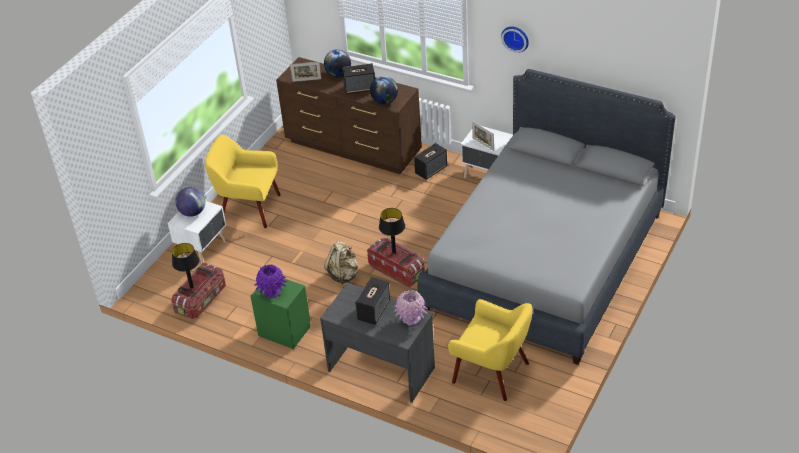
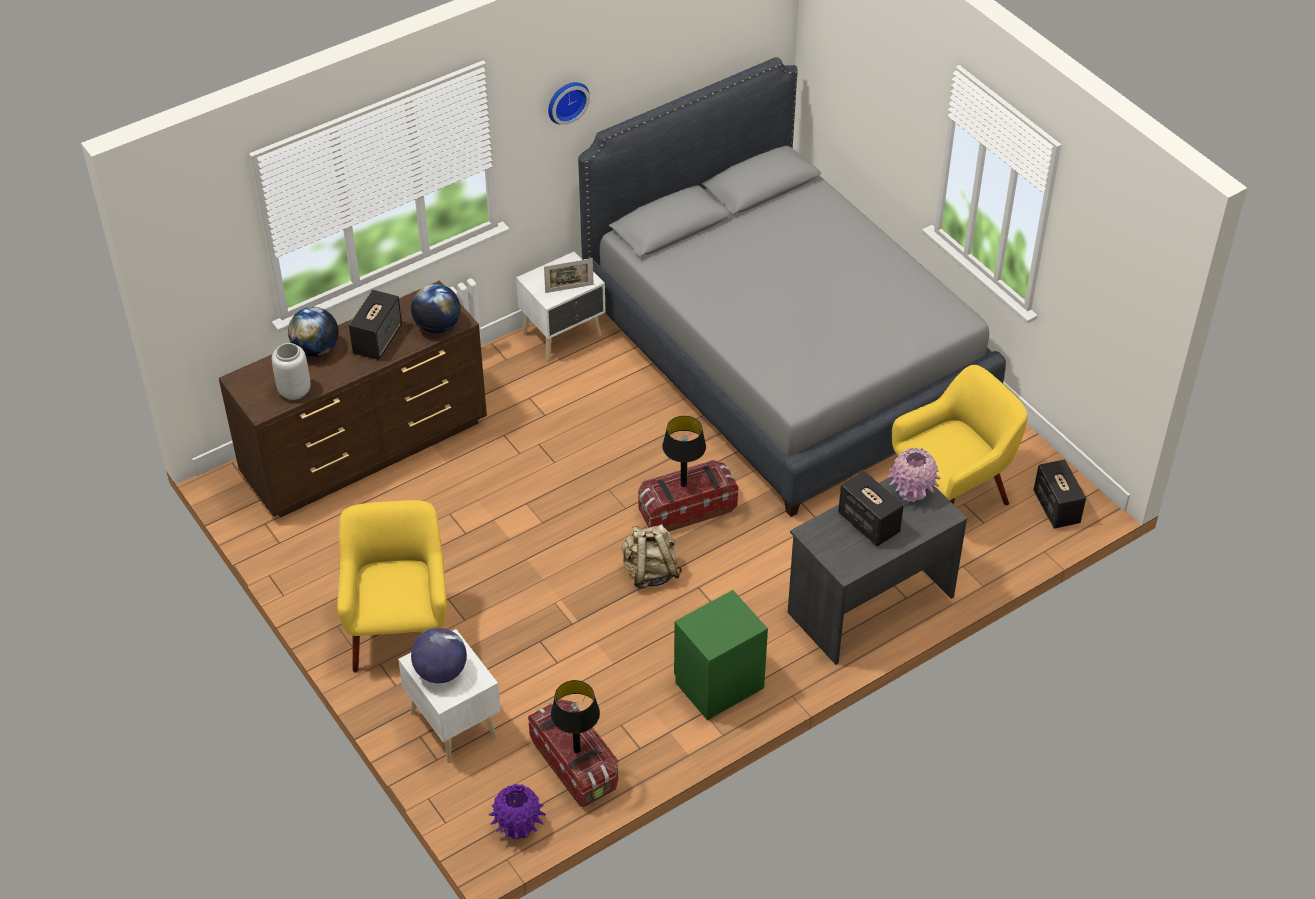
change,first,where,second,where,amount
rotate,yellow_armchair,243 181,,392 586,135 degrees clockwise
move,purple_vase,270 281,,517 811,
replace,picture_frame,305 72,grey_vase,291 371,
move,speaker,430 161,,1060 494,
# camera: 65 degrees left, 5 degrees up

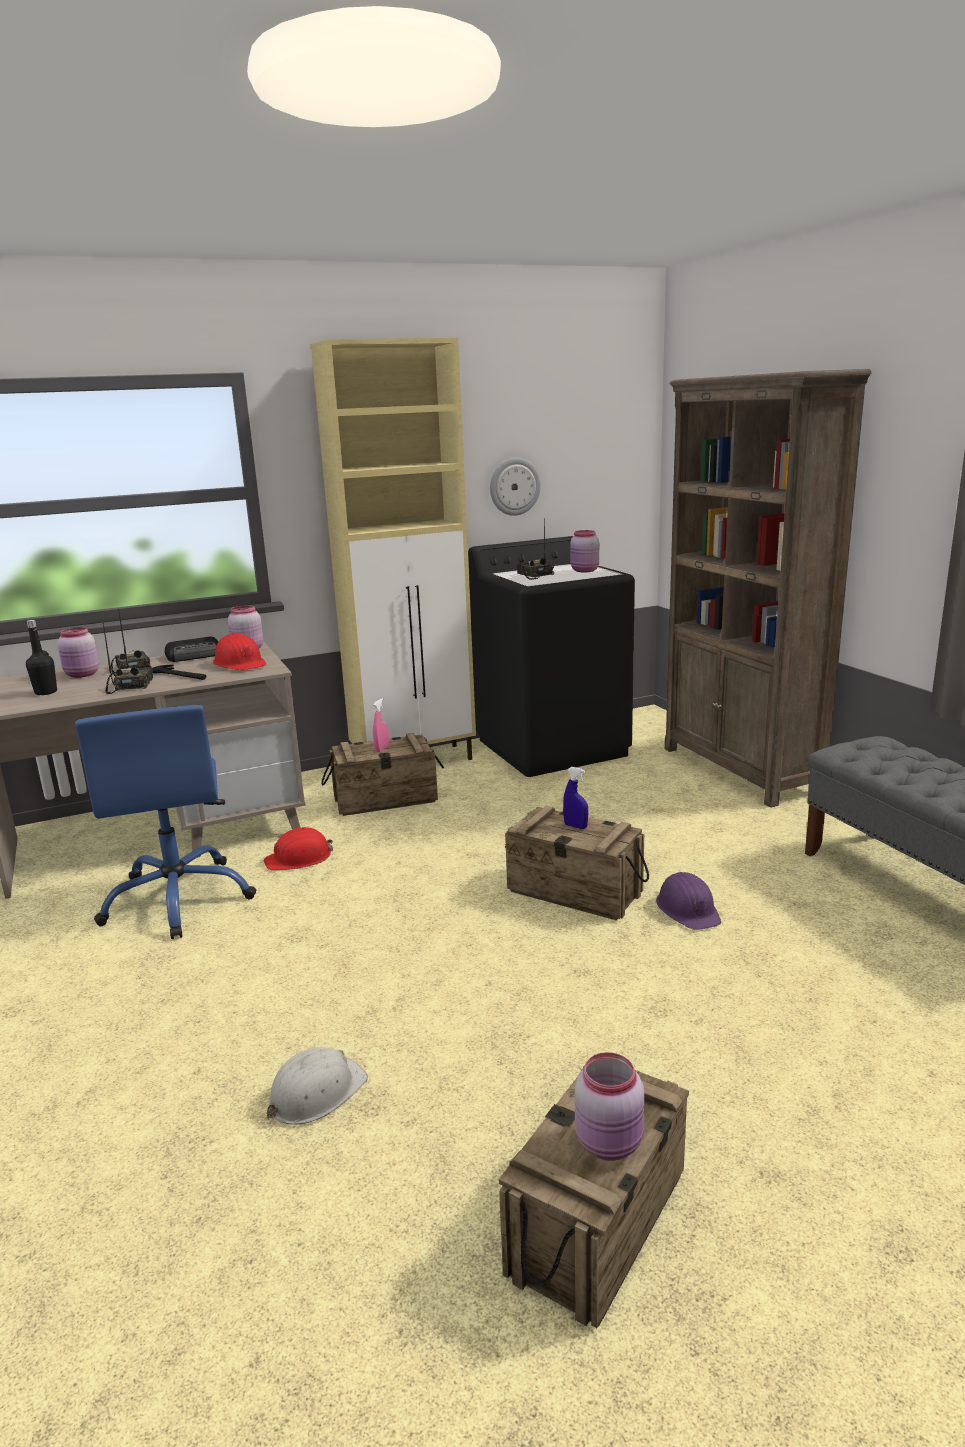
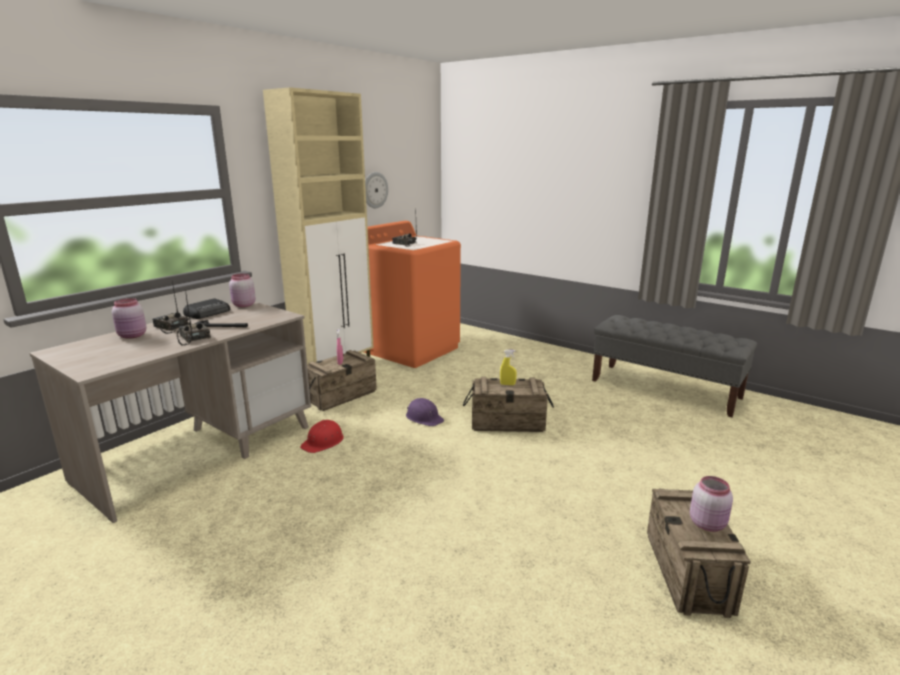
change,first,where,second,where,amount
delete,black_bottle,41 657,,,
delete,blue_office_chair,165 822,,,
delete,red_hard_hat,240 651,,,
delete,white_hard_hat,317 1085,,,
recolor,black_washing_machine,551 656,orange_washing_machine,412 294,
recolor,blue_spray_bottle,575 798,yellow_spray_bottle,508 367,
delete,pink_jar,585 551,,,
move,purple_hard_hat,688 901,,425 412,
delete,brown_bookcase,768 588,,,
# camera: 30 degrees left, 0 degrees up

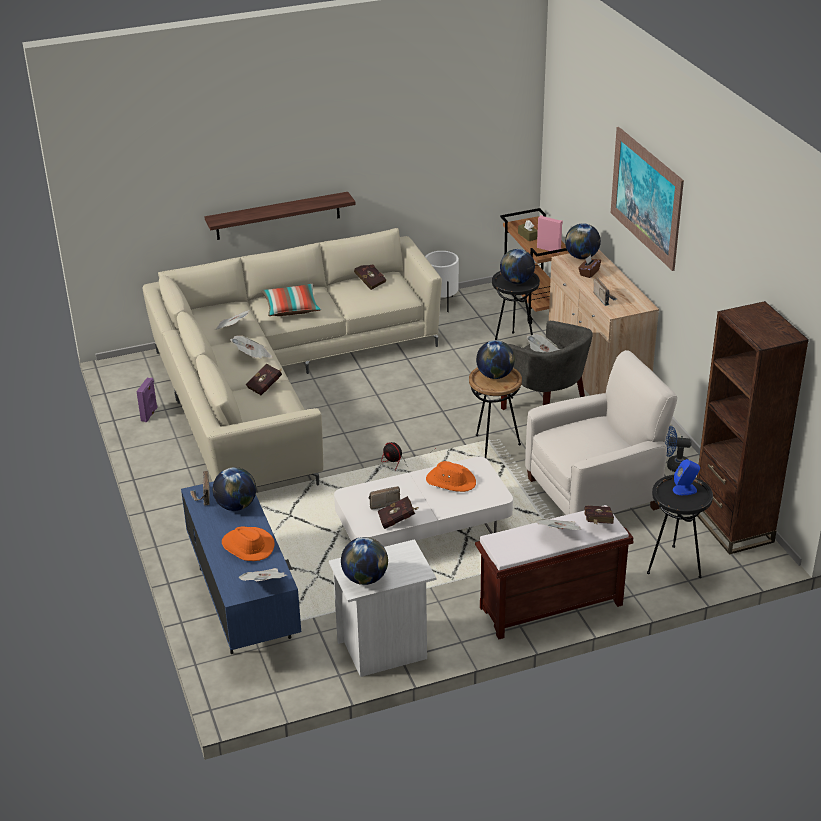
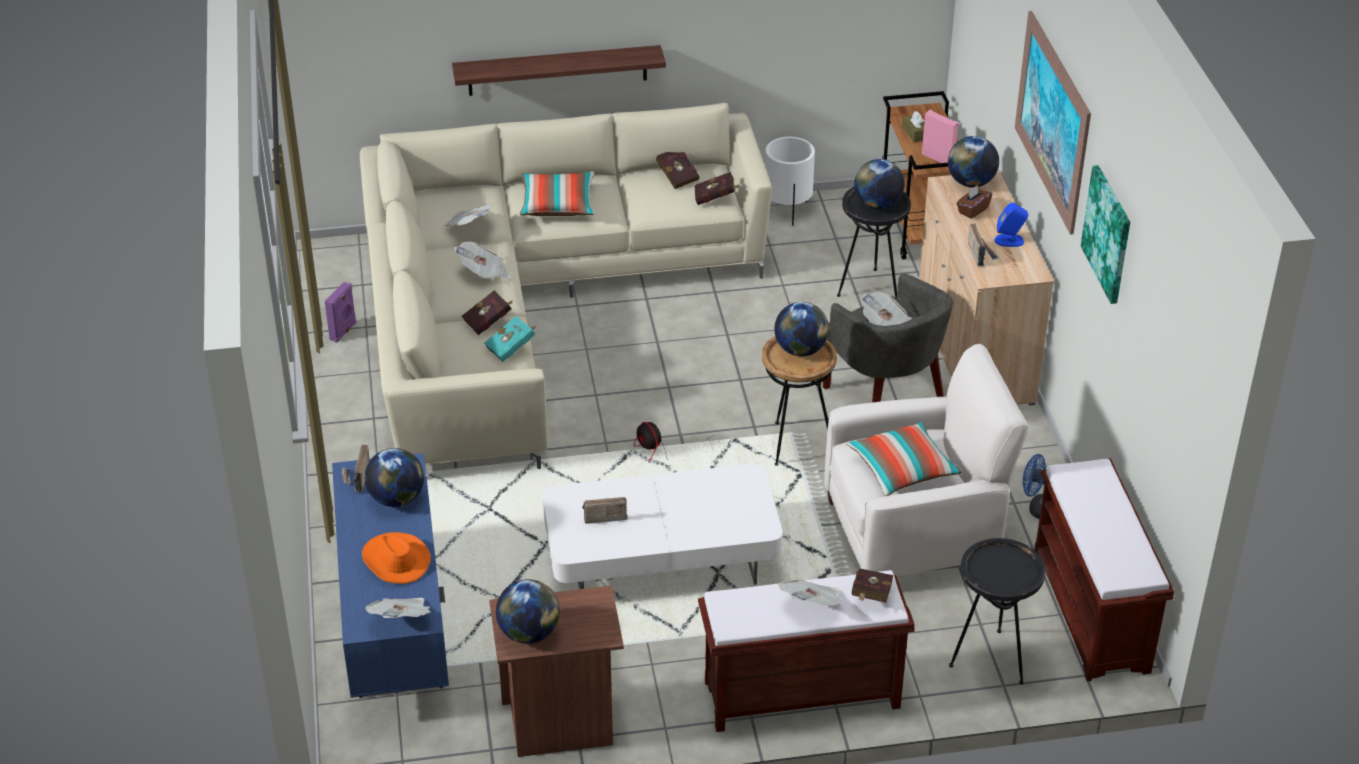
change,first,where,second,where,amount
recolor,white_nightstand,382 608,brown_nightstand,556 671,
move,red_book,398 512,,717 188,
delete,orange_hat,451 476,,,
move,blue_speaker,686 477,,1011 225,
replace,brown_bookcase,753 428,brown_bench,1104 570,
insert,,,turquoise_book,510 339,
insert,,,pillow,905 459,
insert,,,picture,1105 234,
# camera: 10 degrees right, 5 degrees up

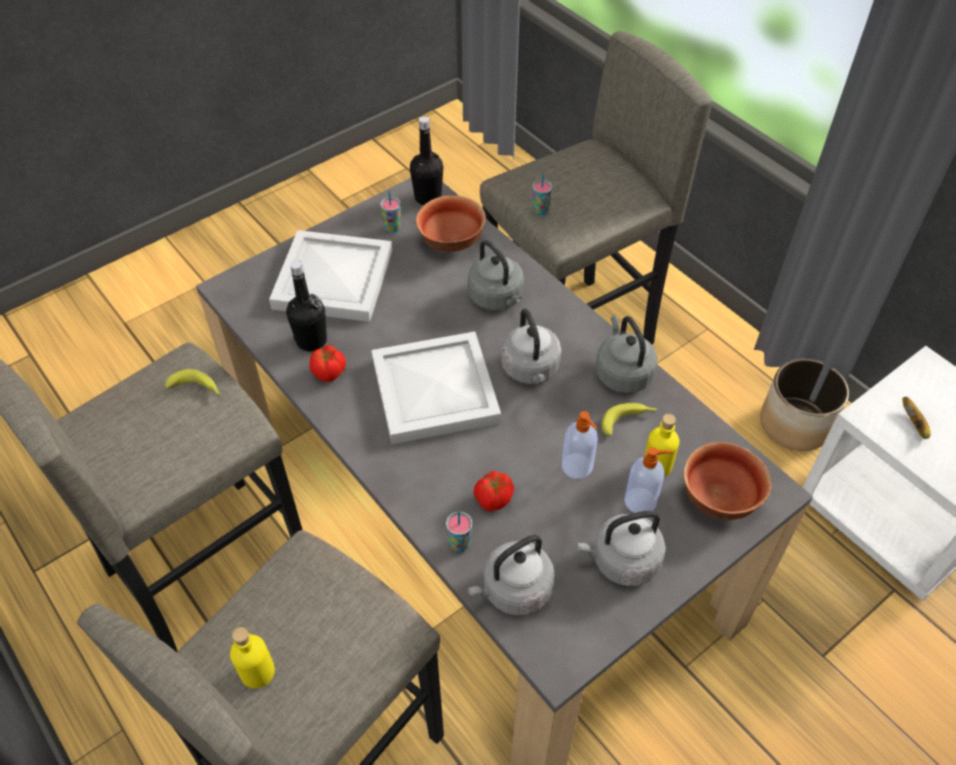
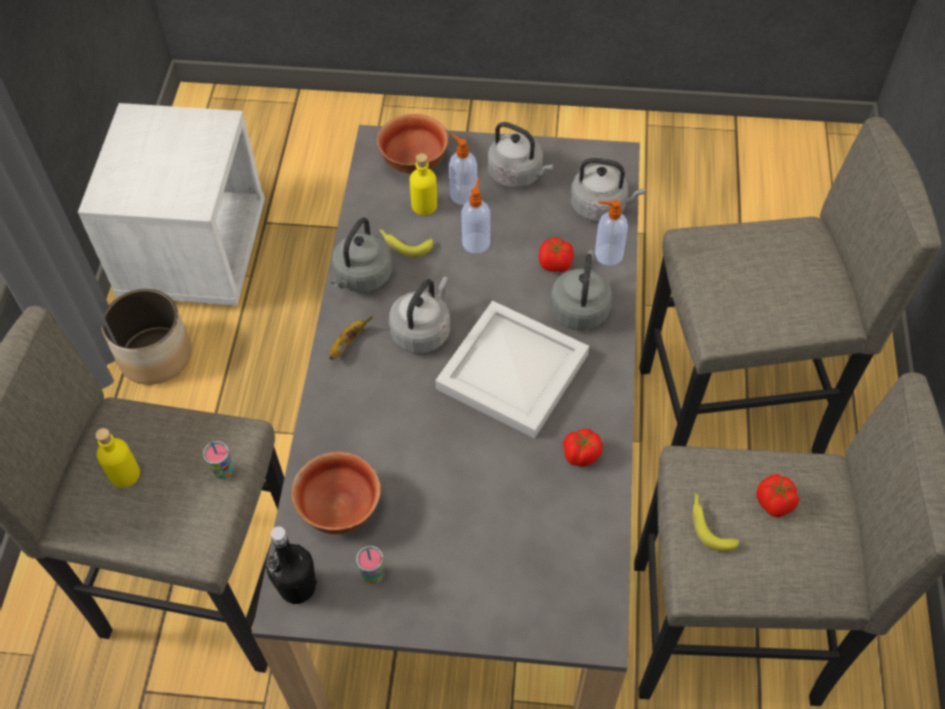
change,first,where,second,where,amount
move,yellow_bottle,252 658,,117 458,
delete,white_tray,330 276,,,
delete,black_bottle,306 306,,,
replace,cup,459 531,soap_dispenser,611 233,
move,grey_kettle,496 275,,581 290,
move,banana,917 418,,351 338,
insert,,,tomato,777 495,
# camera: 135 degrees left, 5 degrees up

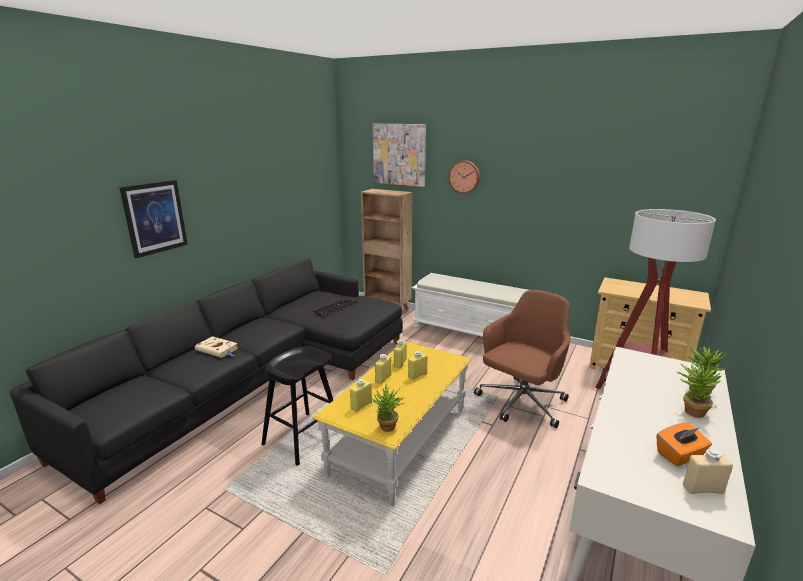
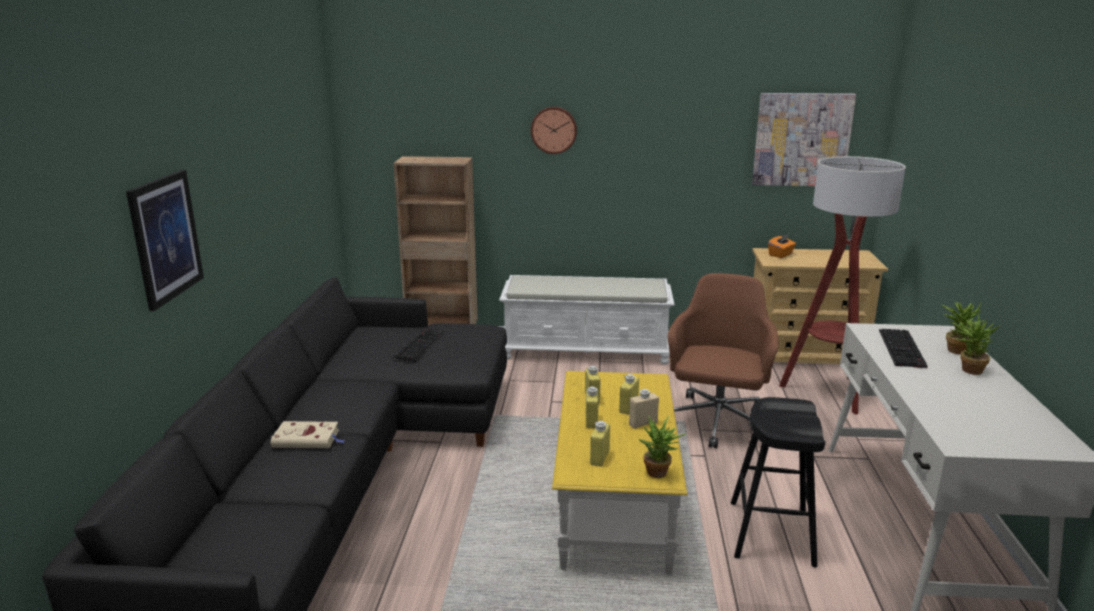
change,first,where,second,where,amount
move,black_stool,297 405,,778 482,
move,picture,399 155,,804 139,
move,orange_tissue_box,684 444,,782 246,
move,beige_bottle,708 471,,644 409,
insert,,,keyboard,903 349,
# camera: 25 degrees left, 0 degrees up

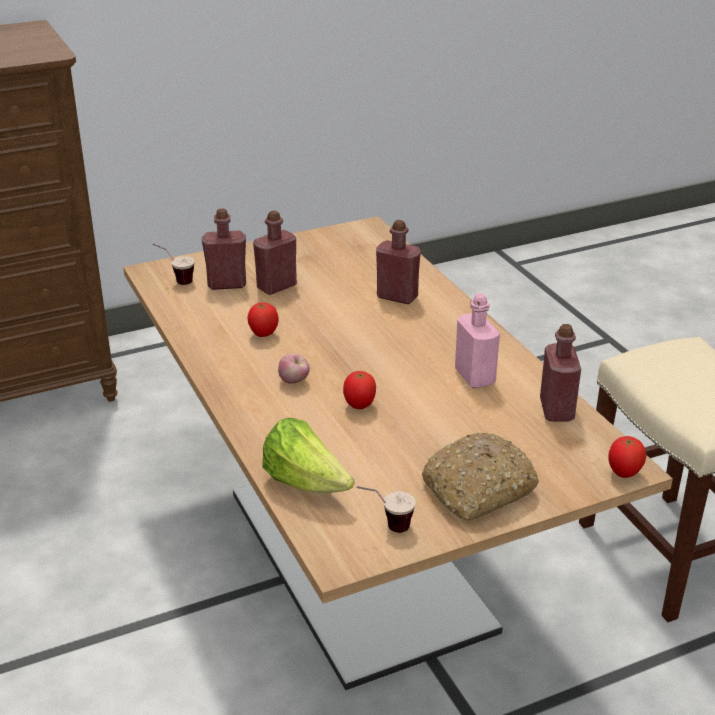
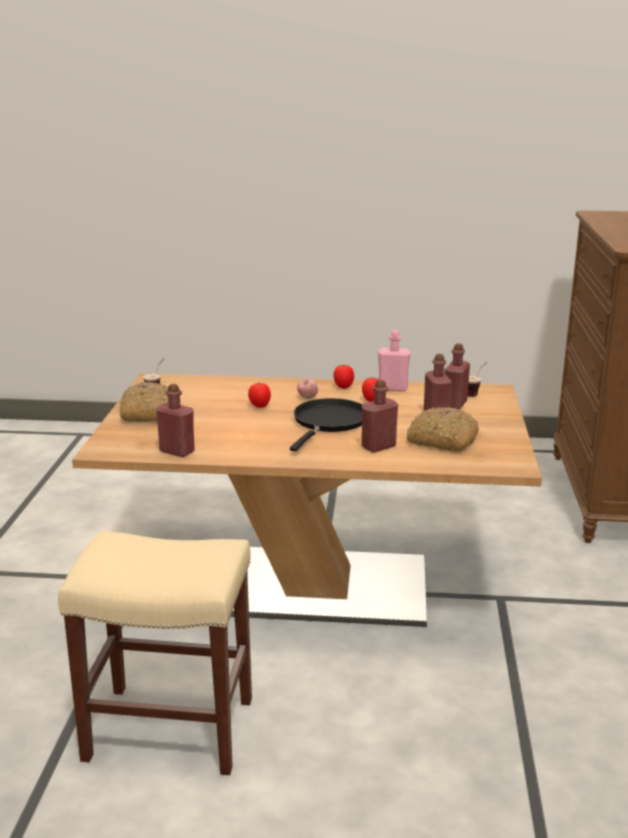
change,first,where,second,where,amount
delete,lettuce,308 455,,,
move,pink_bottle,477 340,,394 361,
move,tomato,627 457,,343 377,
insert,,,black_frying_pan,326 424,
insert,,,bread,443 429,
# camera: 120 degrees right, 10 degrees down

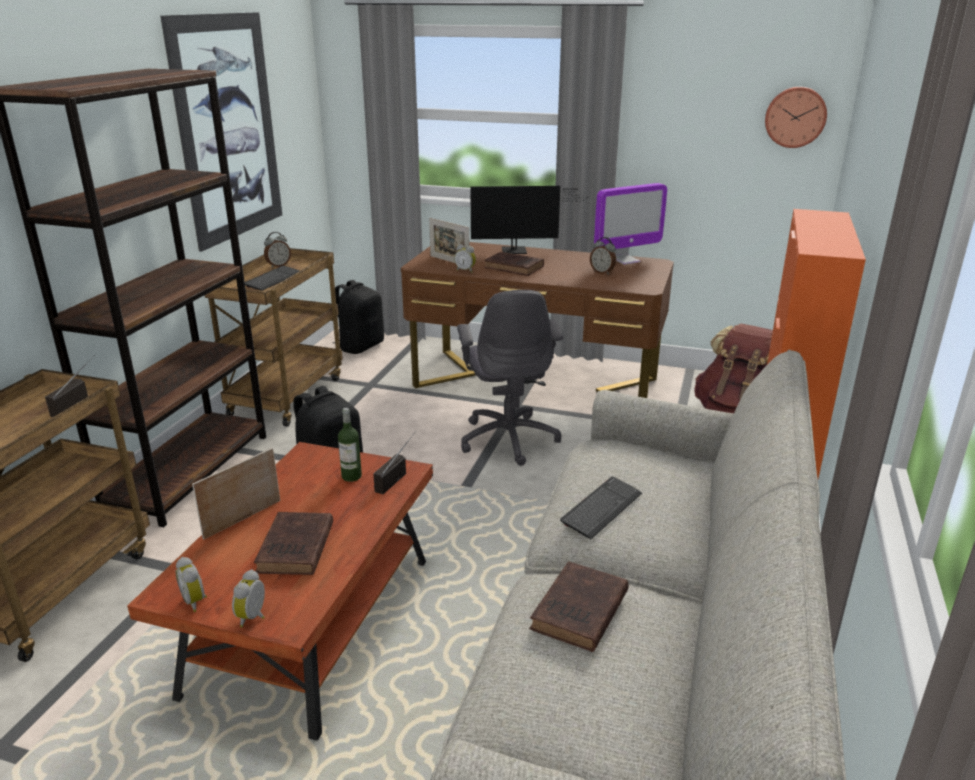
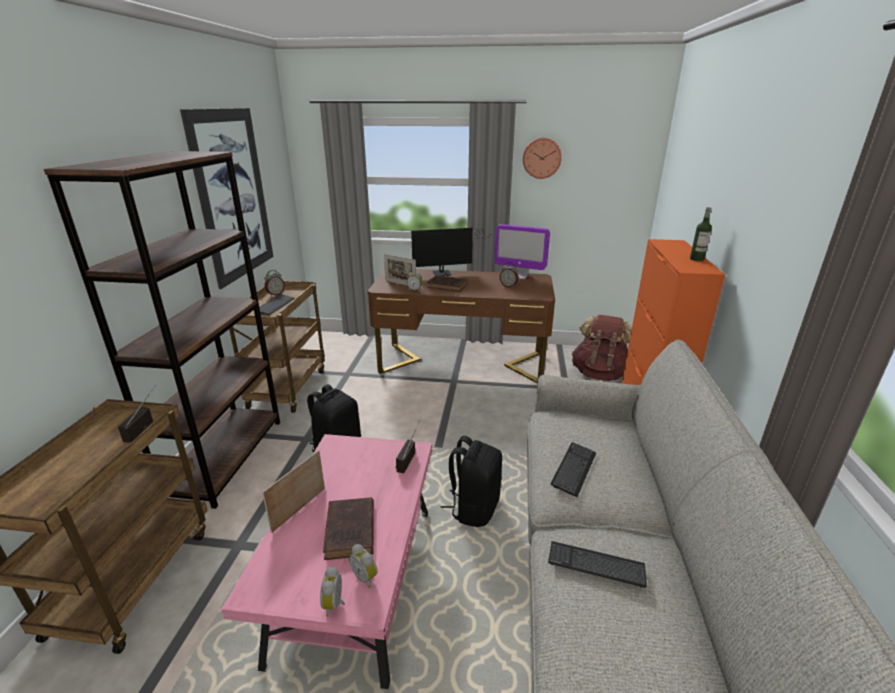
change,first,where,second,where,amount
recolor,brown_coffee_table,280 591,pink_coffee_table,326 561,
move,alarm_clock,191 584,,363 566,
move,black_backpack,358 317,,471 481,
move,bottle,350 445,,701 234,
delete,grey_office_chair,510 378,,,
replace,brown_book,579 606,keyboard,597 564,
rotate,monitor,630 224,,522 251,60 degrees clockwise
move,wall_clock,796 117,,542 158,
# camera: 10 degrees left, 0 degrees up

